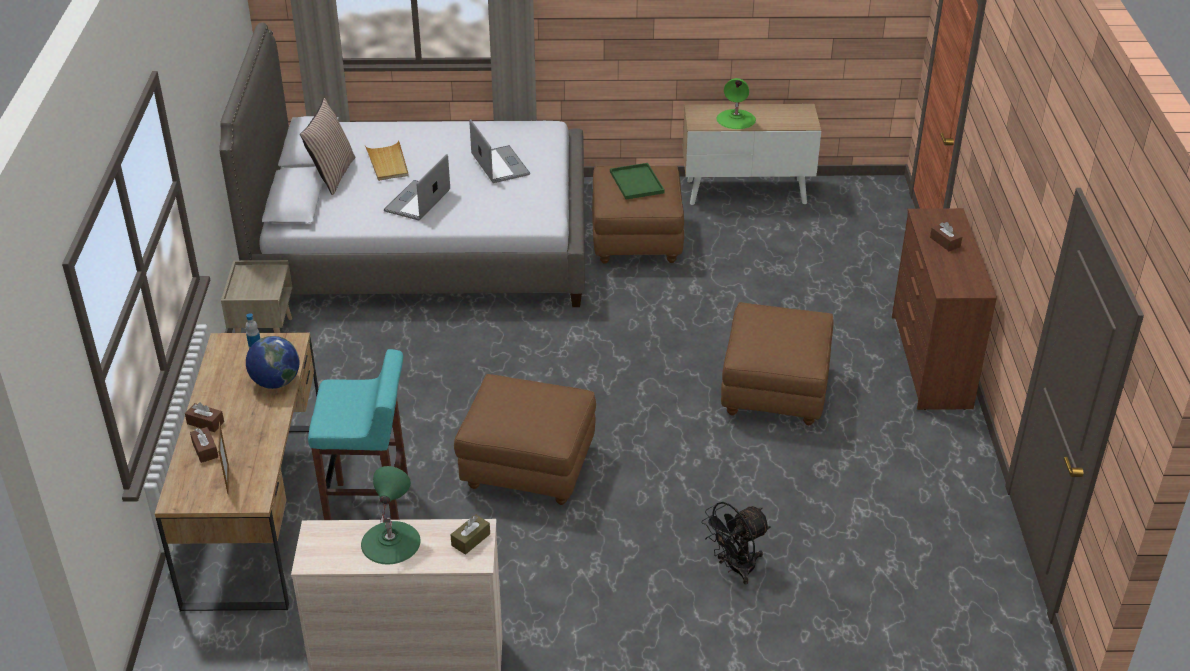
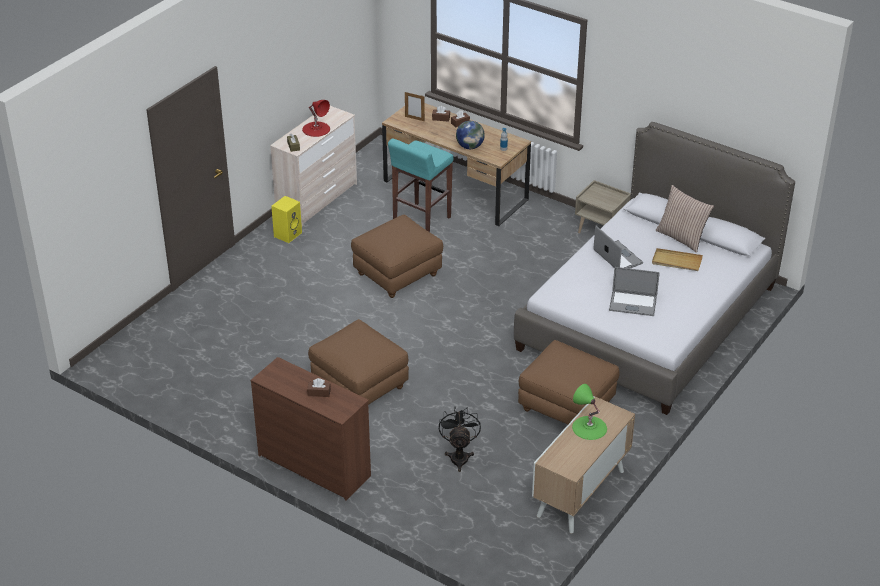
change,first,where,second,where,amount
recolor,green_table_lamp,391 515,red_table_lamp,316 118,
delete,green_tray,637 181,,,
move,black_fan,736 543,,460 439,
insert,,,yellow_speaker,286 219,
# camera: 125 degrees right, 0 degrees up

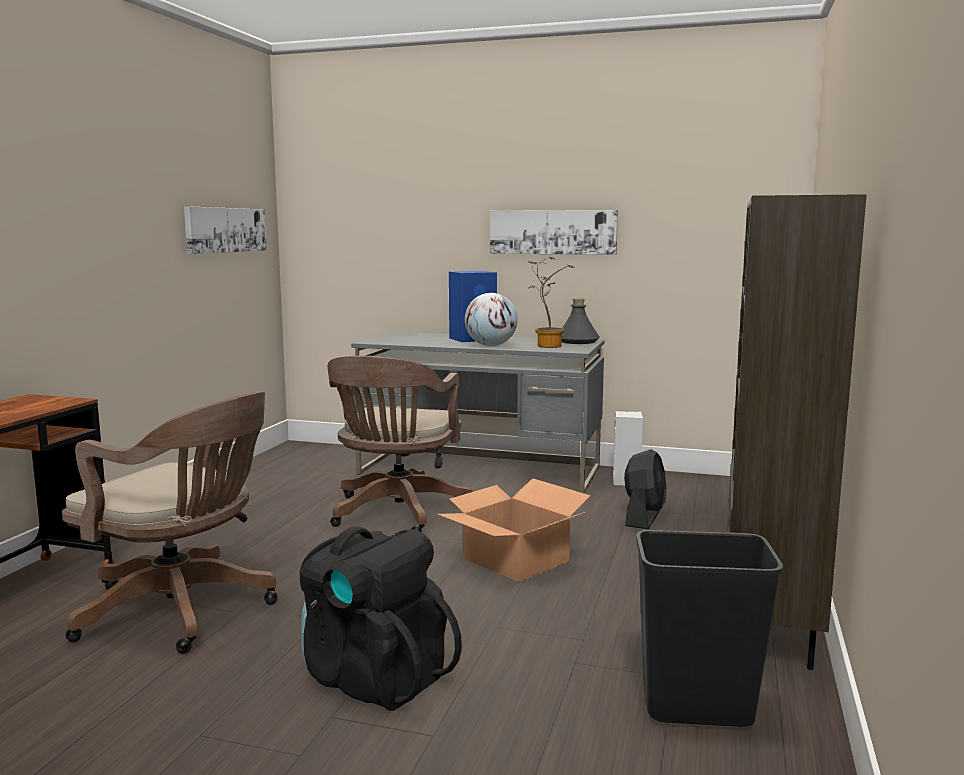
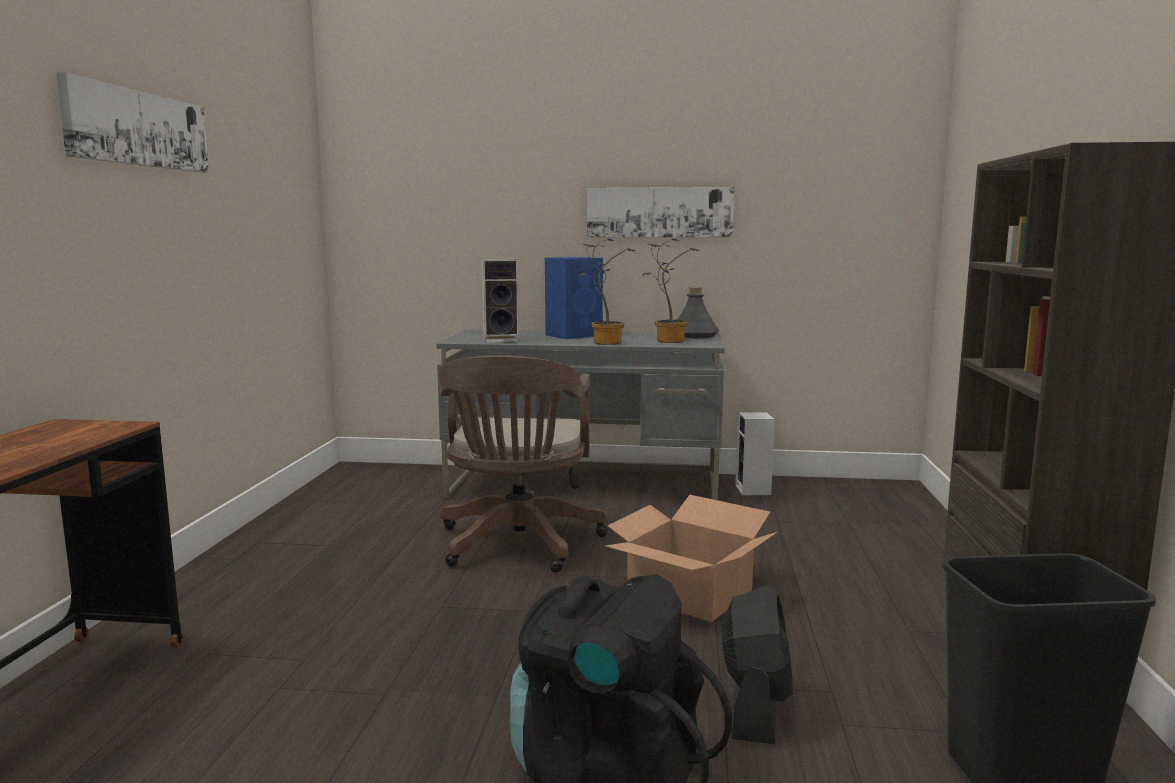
change,first,where,second,where,amount
delete,brown_office_chair,170 523,,,
move,picture,225 230,,132 122,
replace,globe,491 319,potted_plant,606 292,
move,black_fan,645 489,,757 665,
insert,,,speaker,500 300,
# camera: 10 degrees left, 0 degrees up

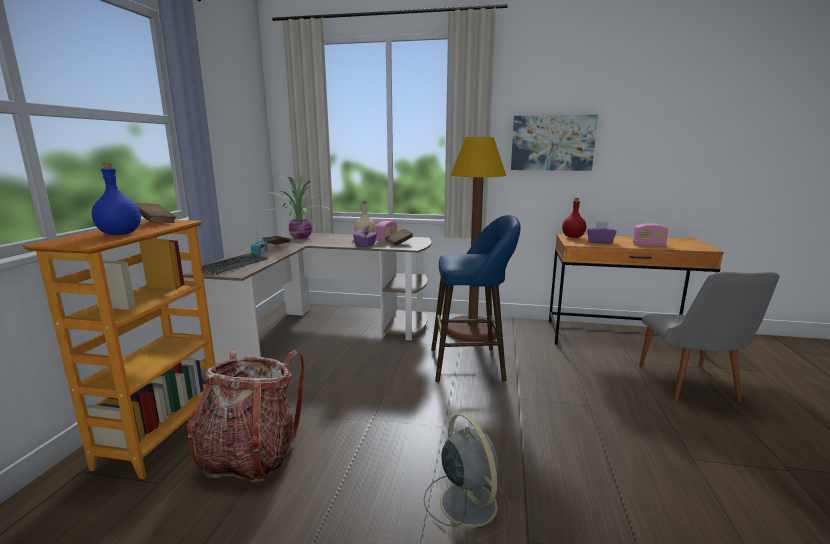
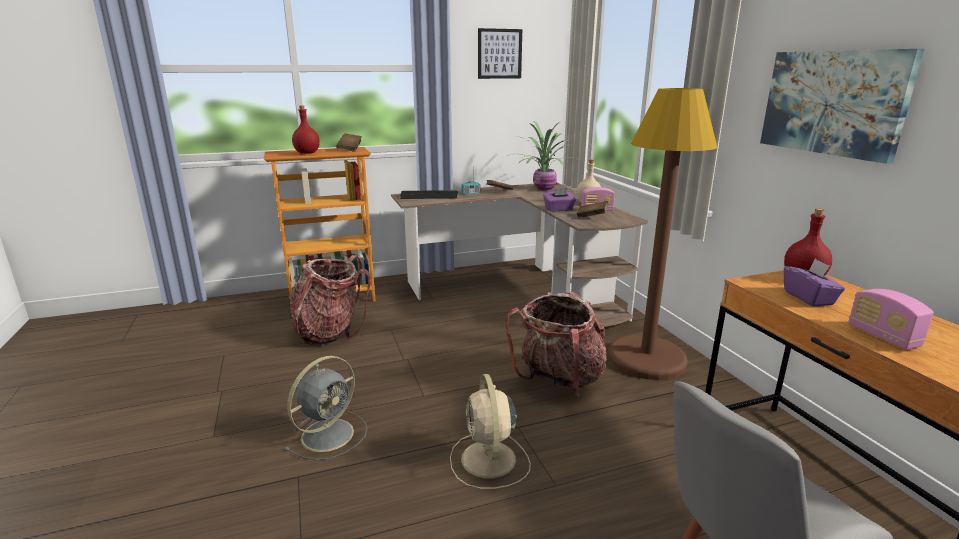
change,first,where,second,where,amount
recolor,blue_bottle,116 199,red_bottle,306 129,
replace,blue_stool,476 298,backpack,556 343,
insert,,,beige_fan,490 431,
insert,,,picture,500 53,
# camera: 60 degrees right, 5 degrees up

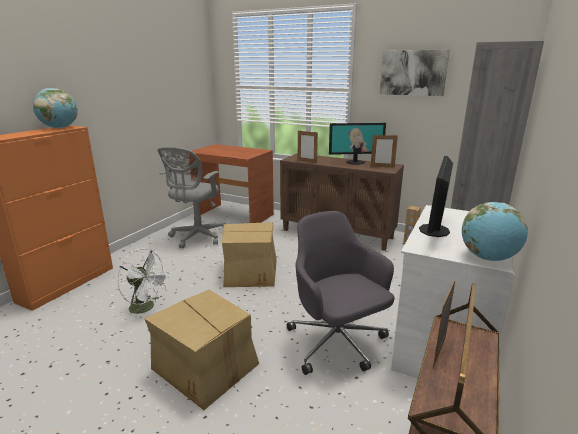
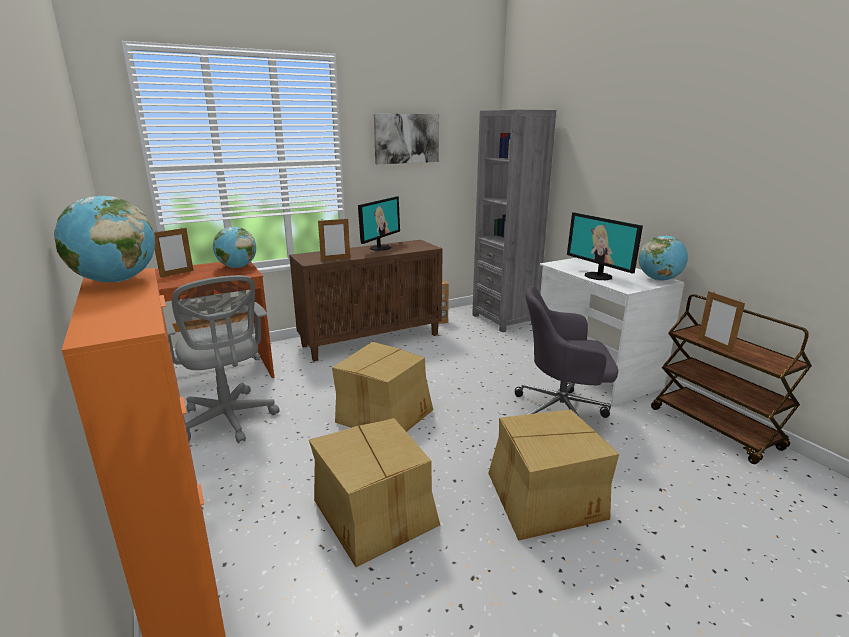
change,first,where,second,where,amount
replace,white_fan,143 284,cardboard_box,374 492,
move,picture_frame,384 150,,174 253,
insert,,,globe,234 247,
# camera: 55 degrees left, 0 degrees up

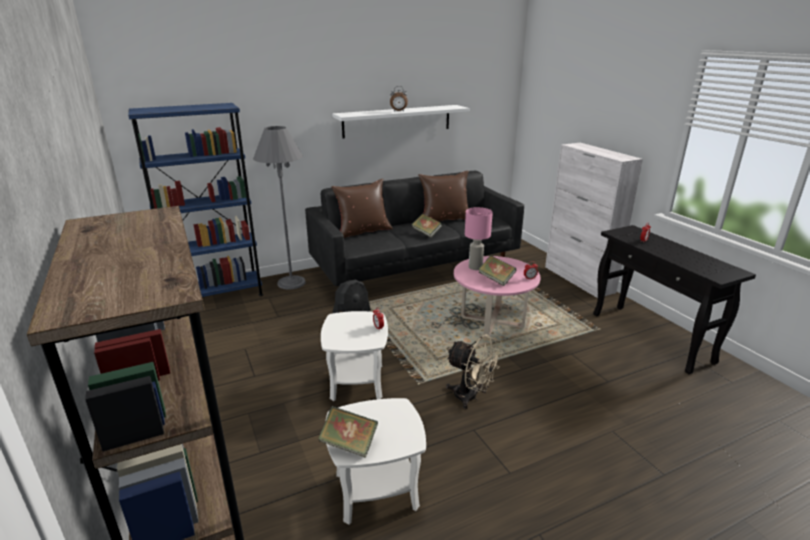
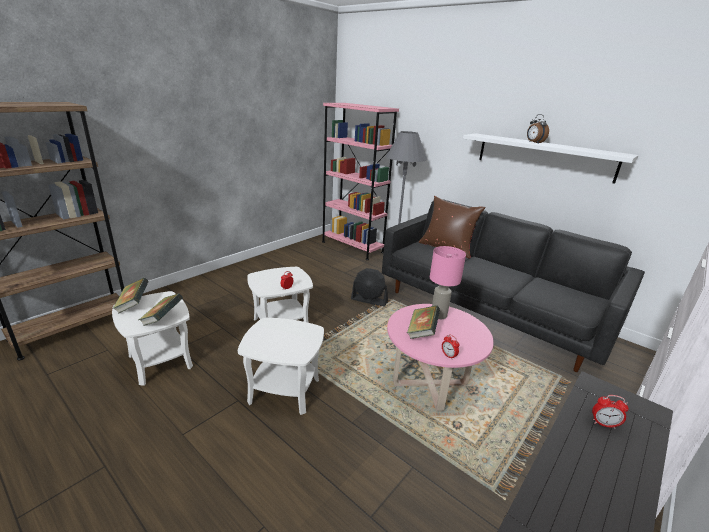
change,first,where,second,where,amount
recolor,blue_bookcase,195 200,pink_bookcase,360 181,
move,book,426 226,,161 309,
delete,brown_pillow,444 196,,,
replace,beige_fan,474 371,white_side_table,281 366,
# camera: 65 degrees right, 0 degrees up

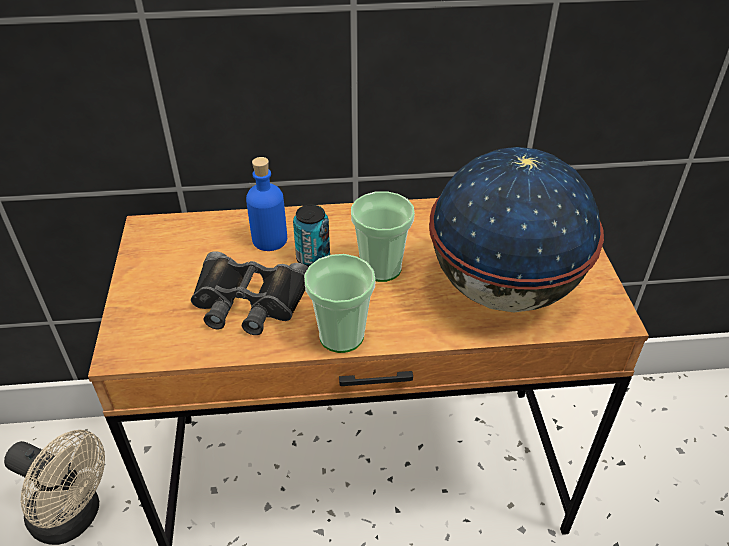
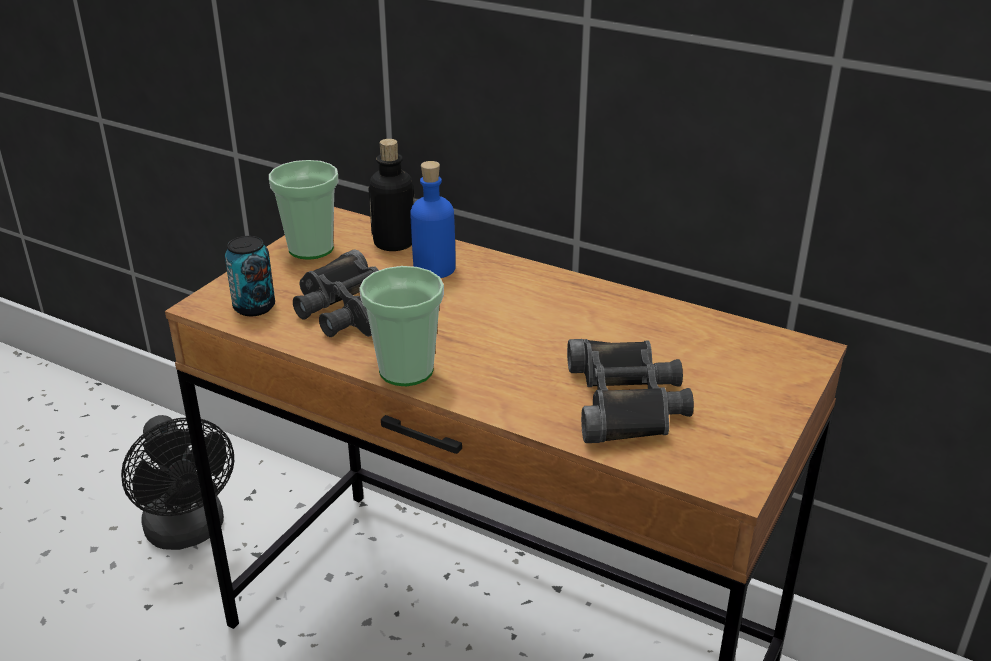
change,first,where,second,where,amount
recolor,beige_fan,54 487,black_fan,177 482,
move,can,311 236,,250 276,
move,cup,383 236,,303 210,
replace,globe,516 229,black_binoculars,630 391,
insert,,,bottle,391 195,
# camera: 35 degrees right, 10 degrees down

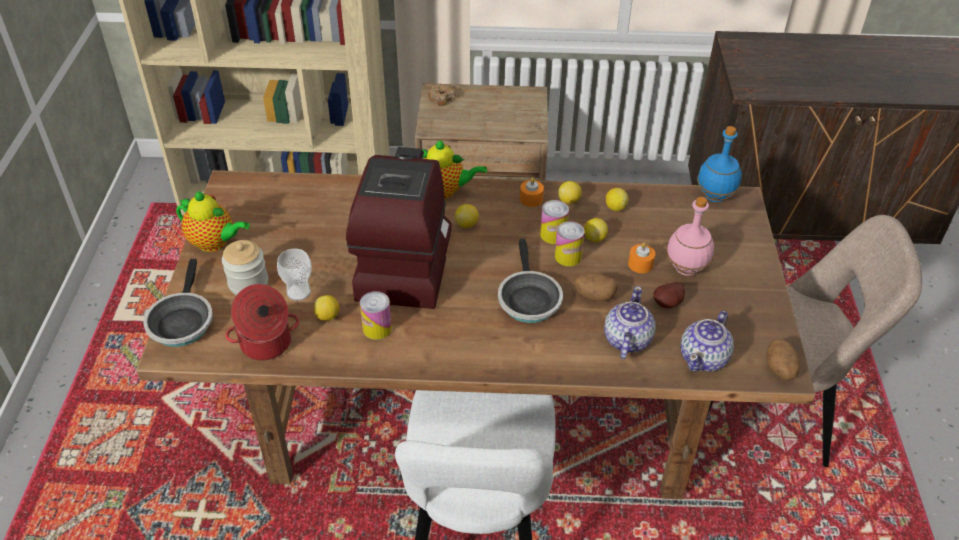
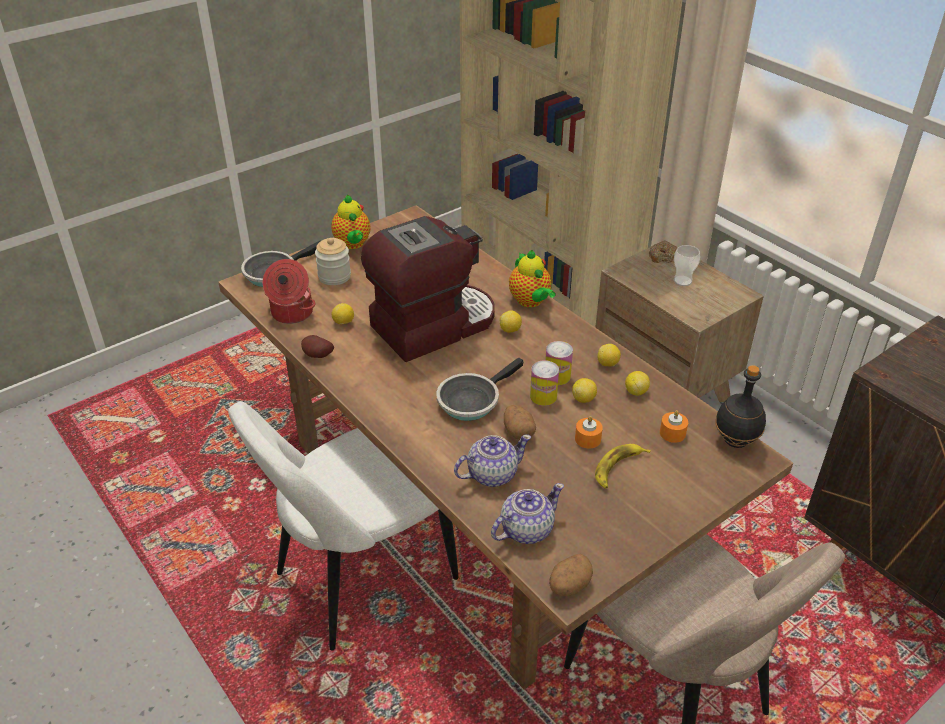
change,first,where,second,where,amount
move,cup,294 275,,687 265,
delete,can,376 315,,,
move,orange_candle,532 192,,674 426,
move,potato,669 295,,317 346,
replace,pink_bottle,690 236,banana,623 466,
rotate,teapot,707 341,,527 513,150 degrees clockwise
recolor,blue_bottle,719 164,black_bottle,740 406,
# camera: 50 degrees right, 5 degrees down

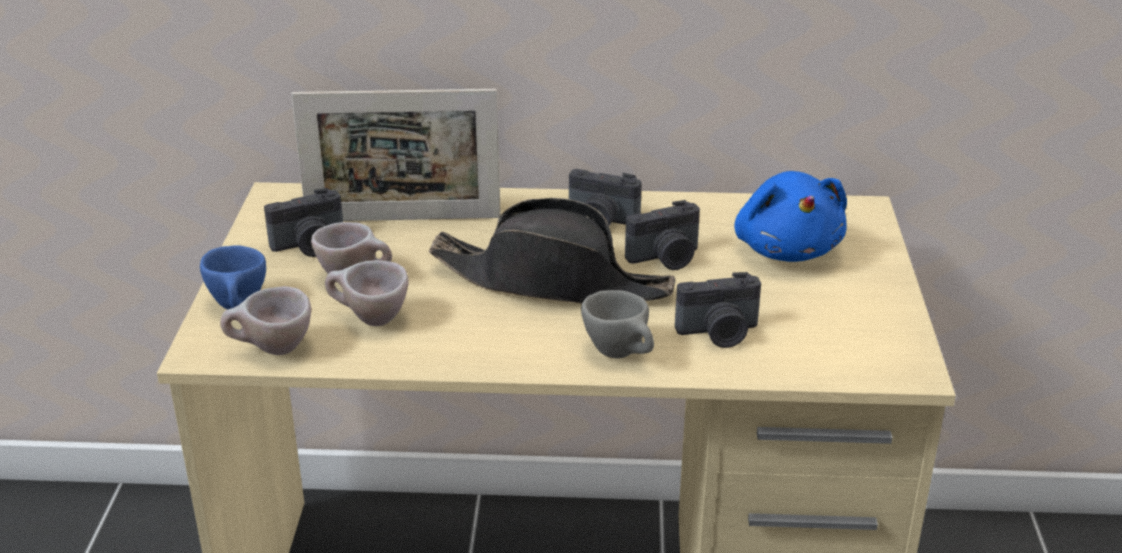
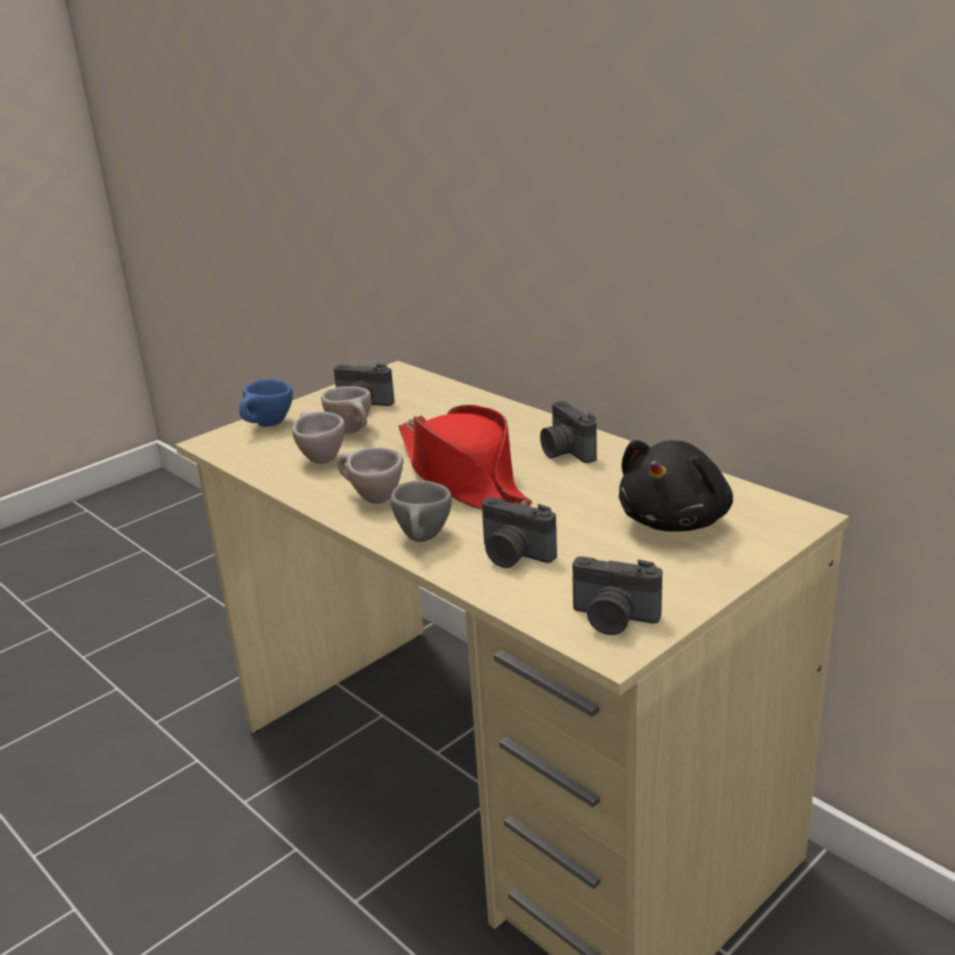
change,first,where,second,where,amount
move,beige_cup,265 320,,370 475,
delete,picture_frame,396 155,,,
recolor,black_hat,552 251,red_hat,465 457,
move,photo_camera,662 235,,617 595,
recolor,blue_plush_toy,790 216,black_plush_toy,676 486,
# camera: 45 degrees right, 5 degrees down

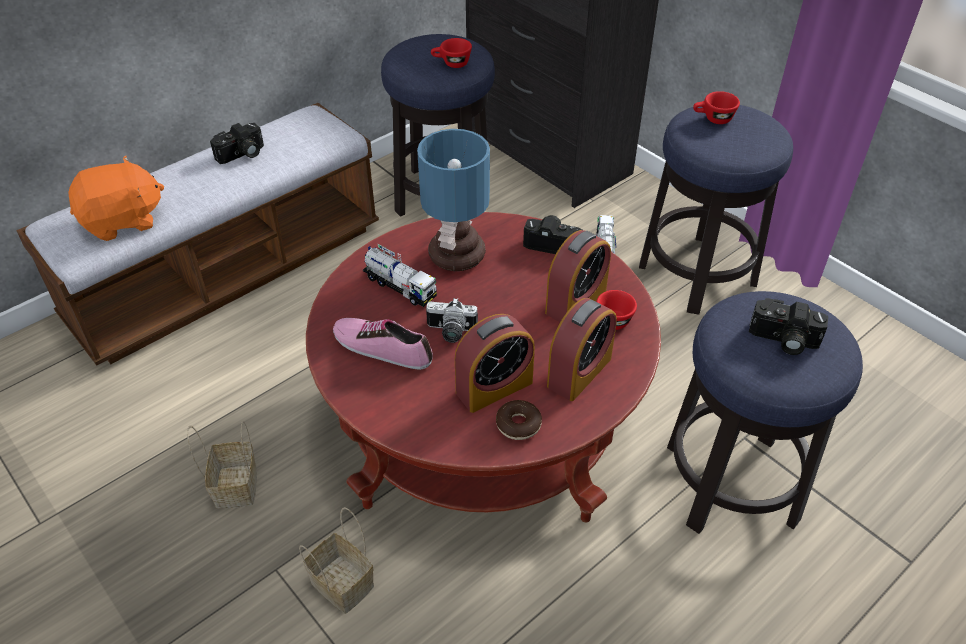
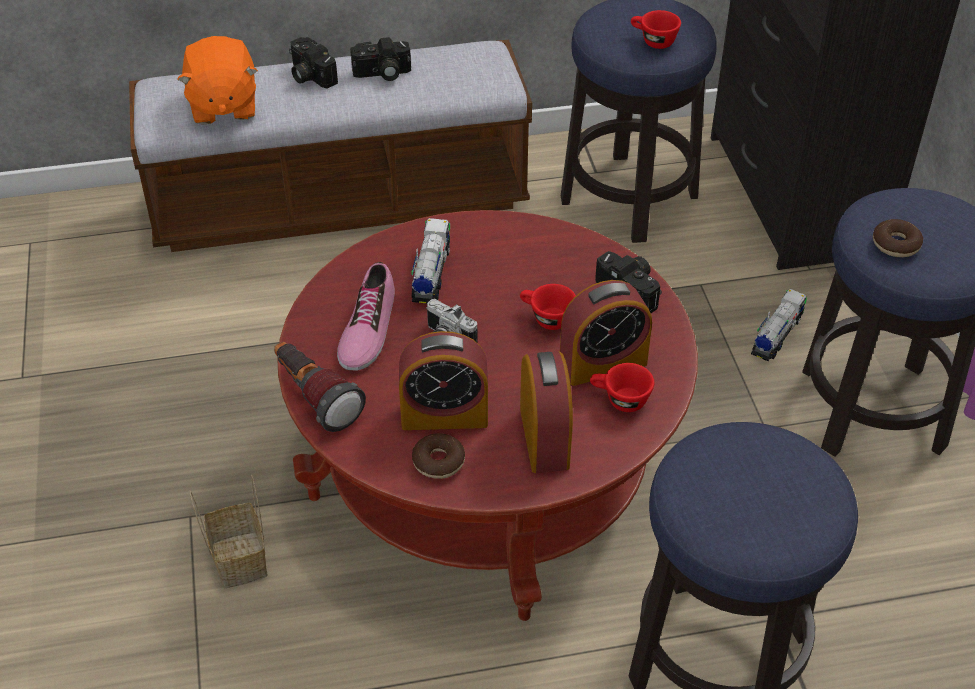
change,first,where,second,where,amount
rotate,orange_plush_toy,116 198,,217 80,75 degrees clockwise
delete,basket,222 464,,,
rotate,shoe,383 344,,366 316,135 degrees counterclockwise
rotate,toy_truck,400 275,,430 260,150 degrees counterclockwise
delete,table_lamp,453 200,,,
rotate,alarm_clock,582 349,,546 412,75 degrees counterclockwise
move,red_cup,716 107,,548 307,
move,photo_camera,788 326,,313 63,
insert,,,flashlight,320 387,
insert,,,donut,898 238,
# camera: 30 degrees right, 0 degrees up

